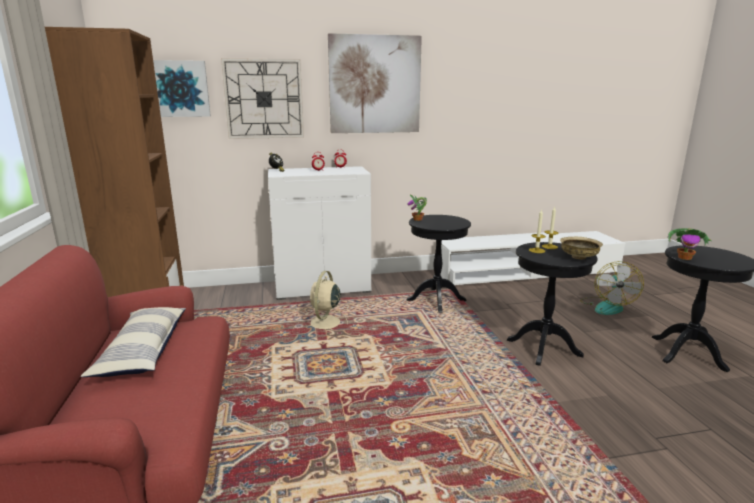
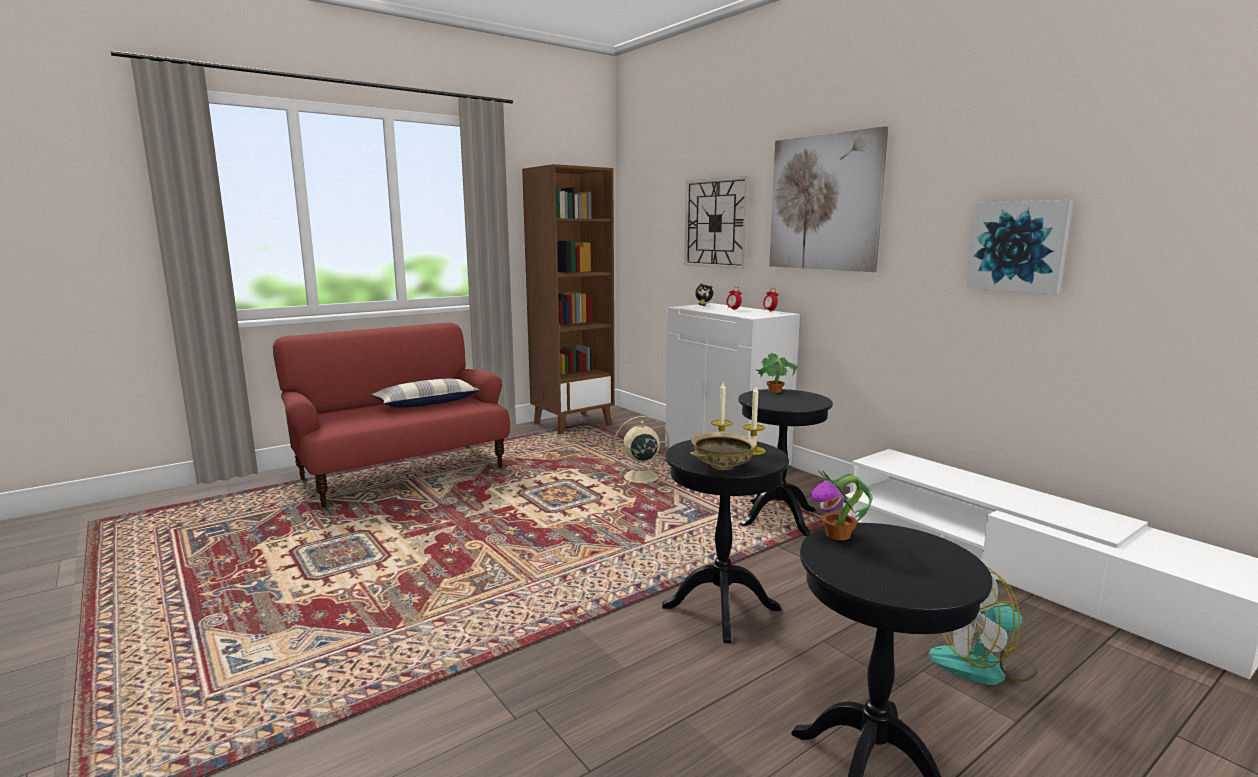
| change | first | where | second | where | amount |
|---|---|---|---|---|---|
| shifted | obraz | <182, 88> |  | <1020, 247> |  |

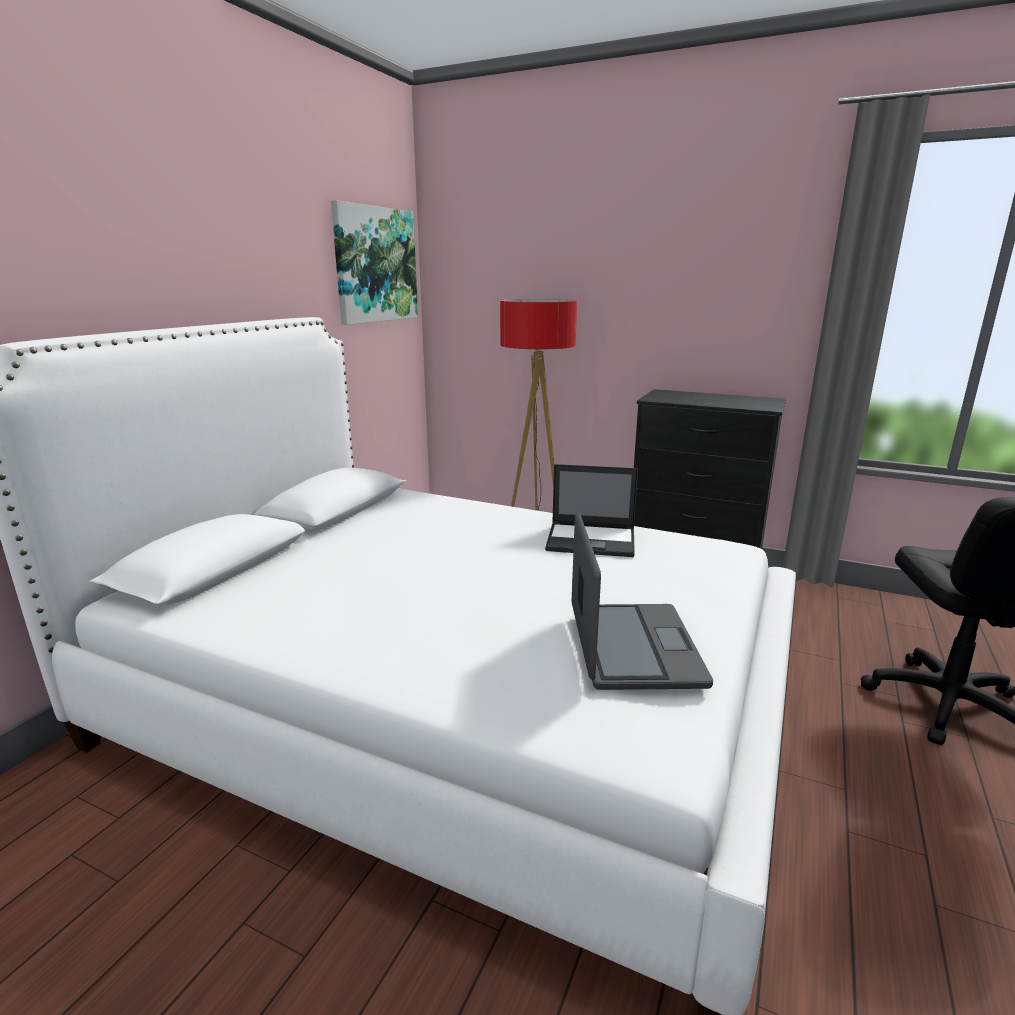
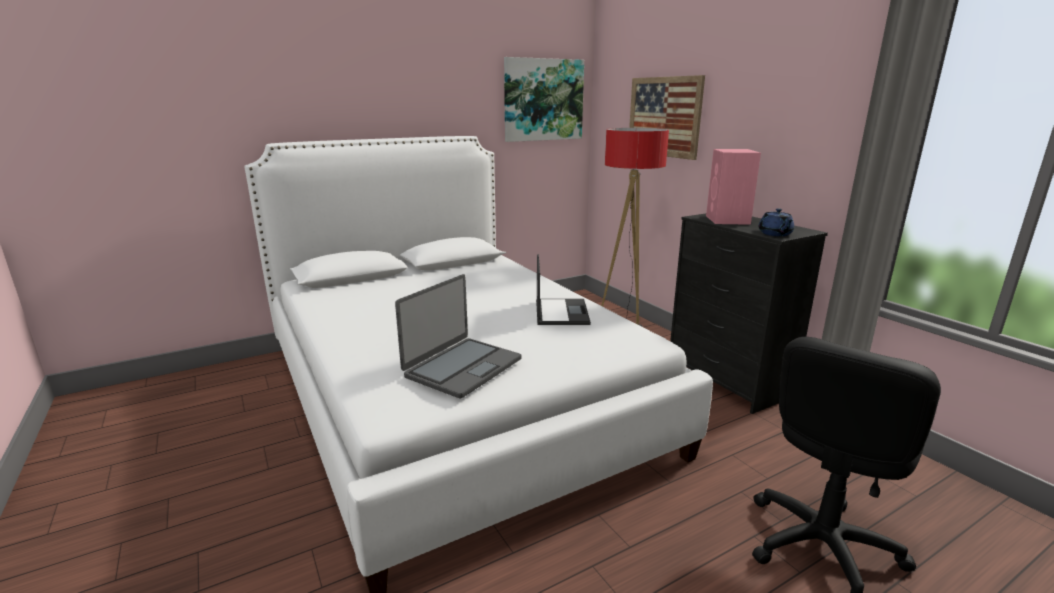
| change | first | where | second | where | amount |
|---|---|---|---|---|---|
| new |  |  | obraz | <667, 117> |  |
| new |  |  | głośnik/różowy | <733, 187> |  |
| new |  |  | imbryk/niebieski | <776, 222> |  |
| rotated | laptop | <591, 510> |  | <563, 289> | 135 degrees counterclockwise |

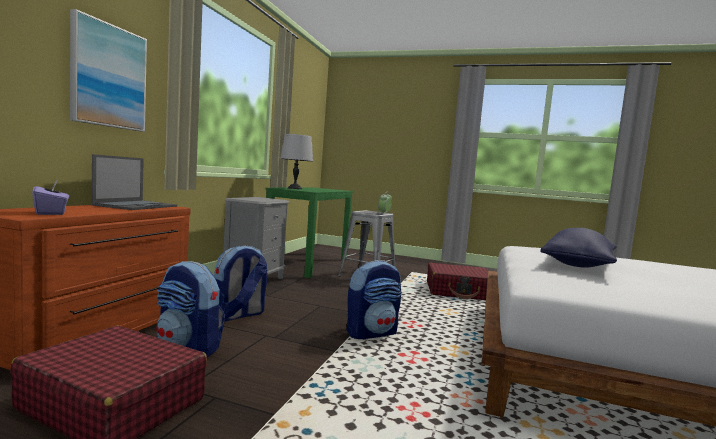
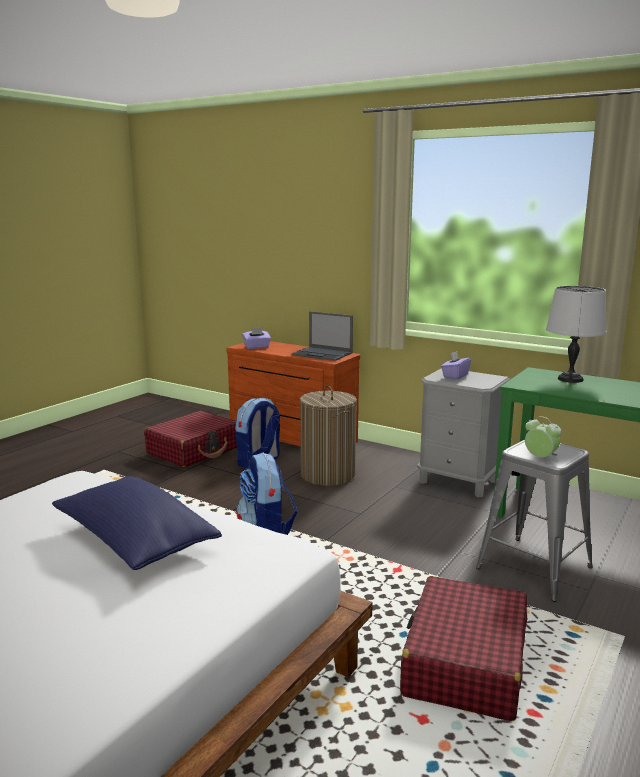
| change | first | where | second | where | amount |
|---|---|---|---|---|---|
| gone | obraz | <108, 70> |  |  |  |
| new |  |  | pudełko chusteczek/fioletowy | <456, 365> |  |
| swapped | plecak | <240, 283> | kosz na pranie | <328, 436> |  |

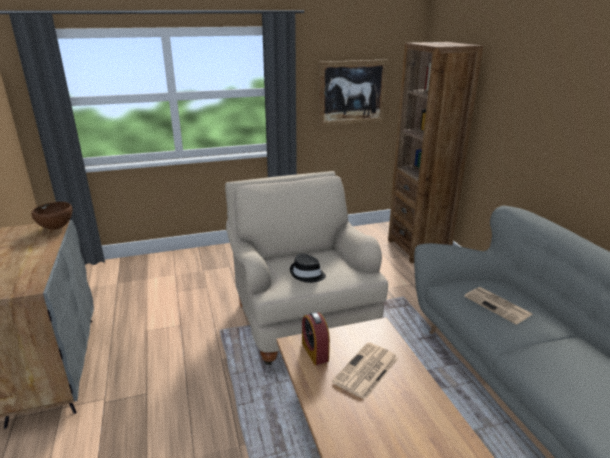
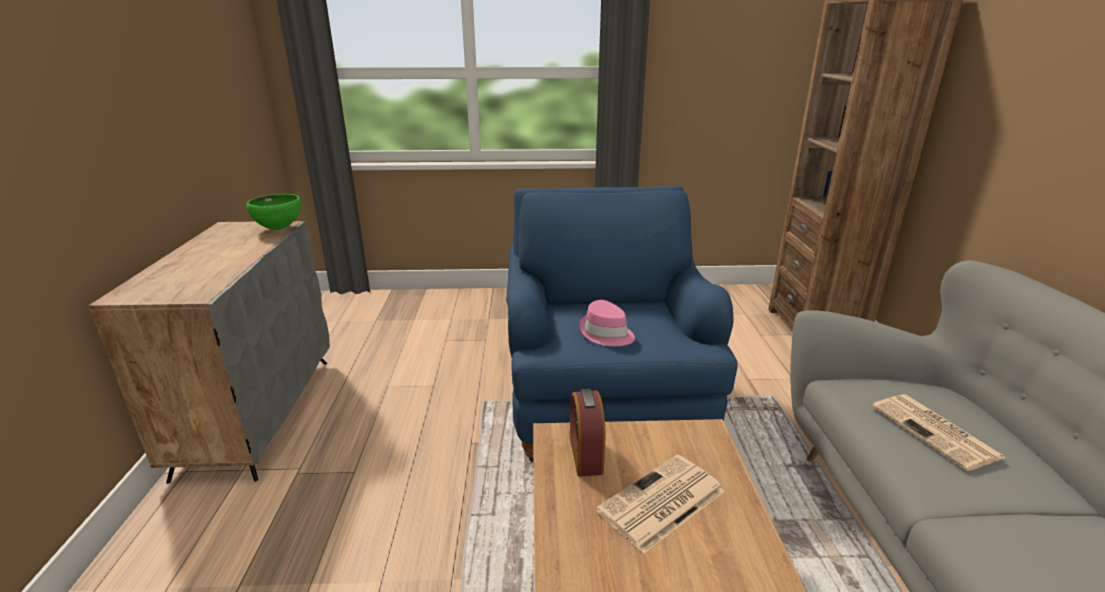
| change | first | where | second | where | amount |
|---|---|---|---|---|---|
| gone | obraz | <353, 93> |  |  |  |
| repainted | miska/brązowy | <52, 216> | miska/zielony | <273, 212> |  |
| repainted | fotel/beżowy | <306, 268> | fotel/niebieski | <622, 324> |  |
| repainted | kapelusz/czarny | <308, 268> | kapelusz/różowy | <607, 323> |  |

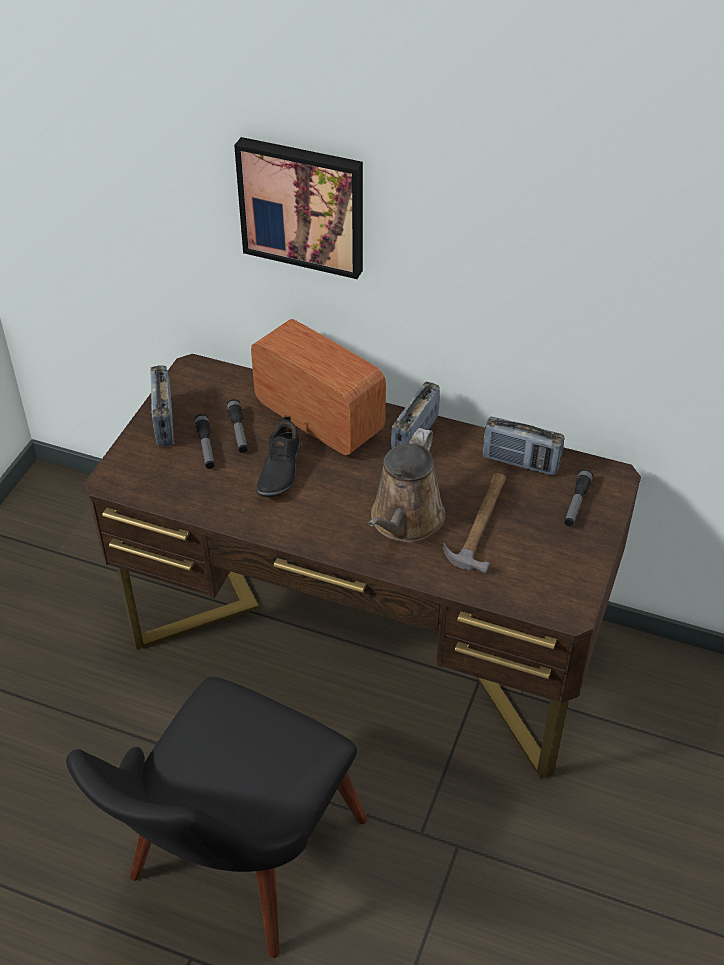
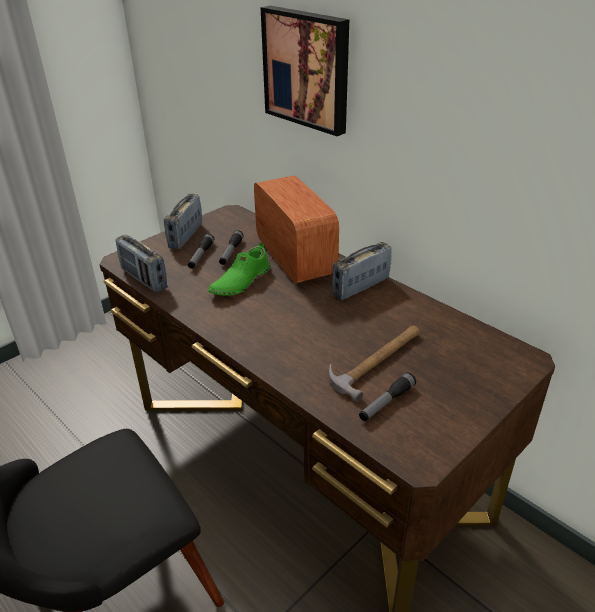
| change | first | where | second | where | amount |
|---|---|---|---|---|---|
| gone | konewka/brązowy | <406, 485> |  |  |  |
| shifted | radio | <523, 446> |  | <141, 263> |  |
| shifted | latarka | <578, 497> |  | <387, 396> |  |
| repainted | but/czarny | <278, 456> | but/zielony | <239, 269> |  |

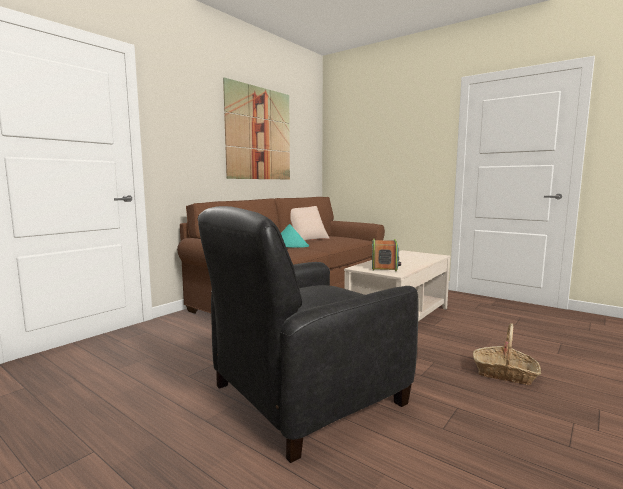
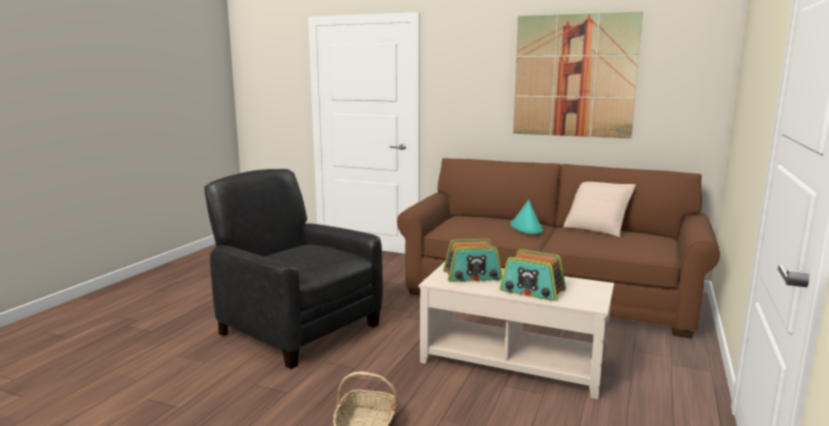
| change | first | where | second | where | amount |
|---|---|---|---|---|---|
| new |  |  | radio | <533, 275> |  |

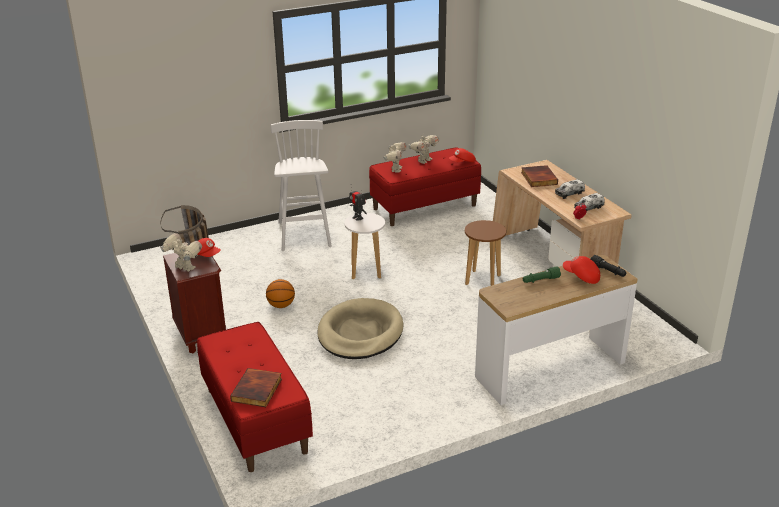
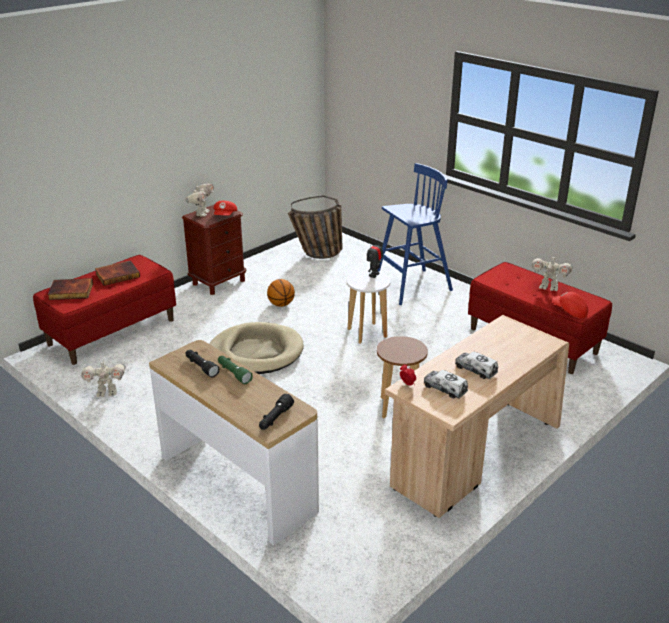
| change | first | where | second | where | amount |
|---|---|---|---|---|---|
| gone | czapka z daszkiem/czerwony | <581, 270> |  |  |  |
| new |  |  | latarka/czarny | <202, 364> |  |
| shifted | robot zabawkowy | <395, 157> |  | <103, 378> |  |
| shifted | książka | <539, 176> |  | <117, 273> |  |
| repainted | stołek/biały | <301, 185> | stołek/niebieski | <415, 234> |  |

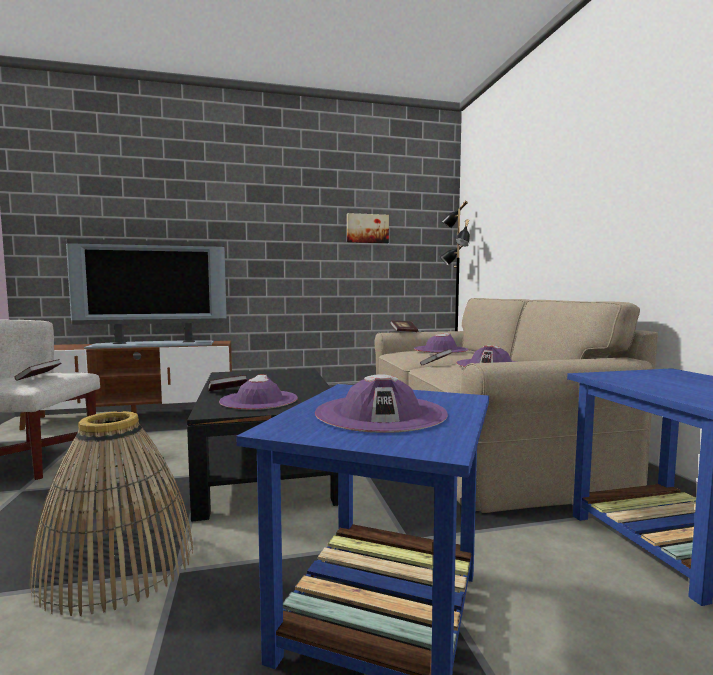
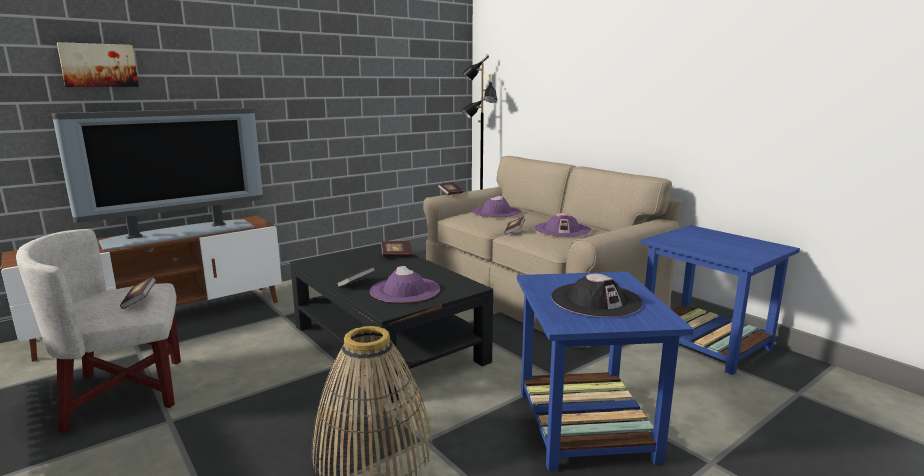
| change | first | where | second | where | amount |
|---|---|---|---|---|---|
| new |  |  | książka | <397, 249> |  |
| shifted | obraz | <368, 228> |  | <98, 64> |  |
| repainted | kapelusz/fioletowy | <381, 403> | kapelusz/czarny | <597, 295> |  |

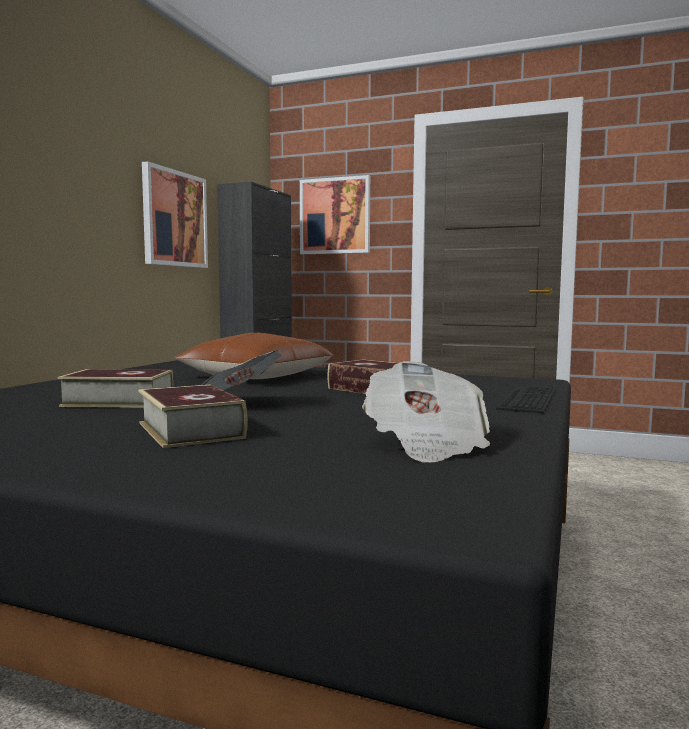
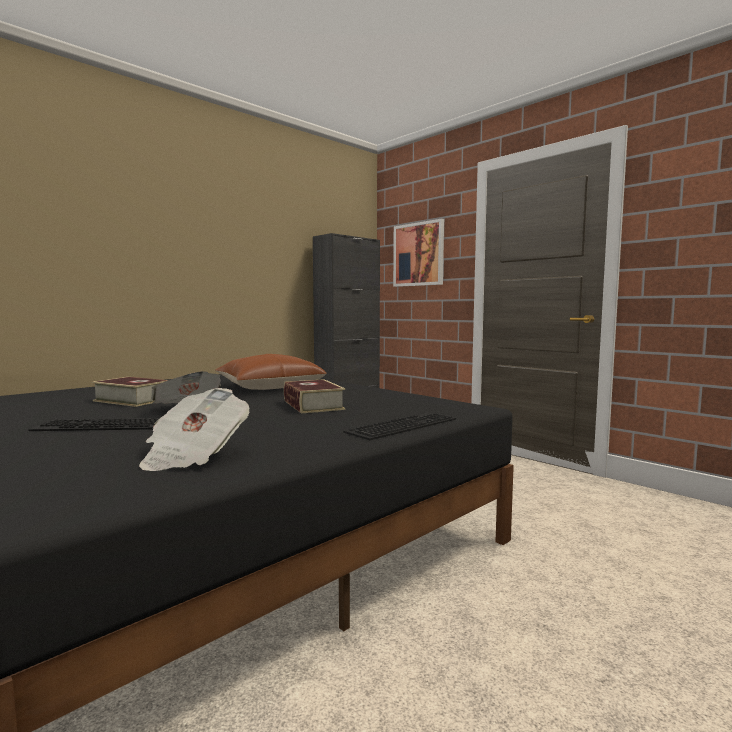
| change | first | where | second | where | amount |
|---|---|---|---|---|---|
| gone | obraz | <175, 214> |  |  |  |
| swapped | książka | <193, 416> | klawiatura | <94, 424> |  |

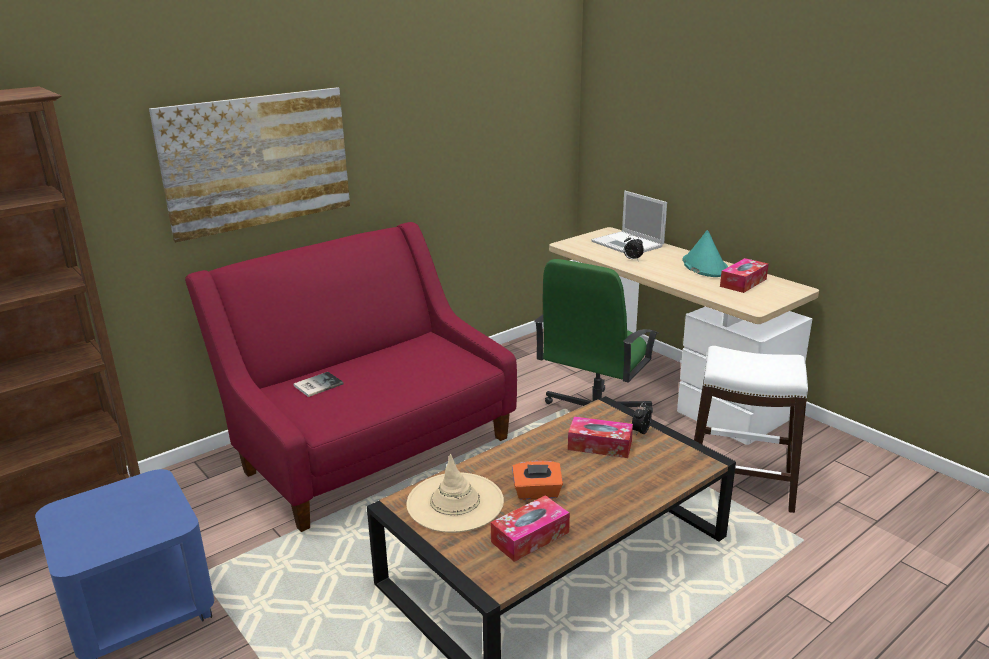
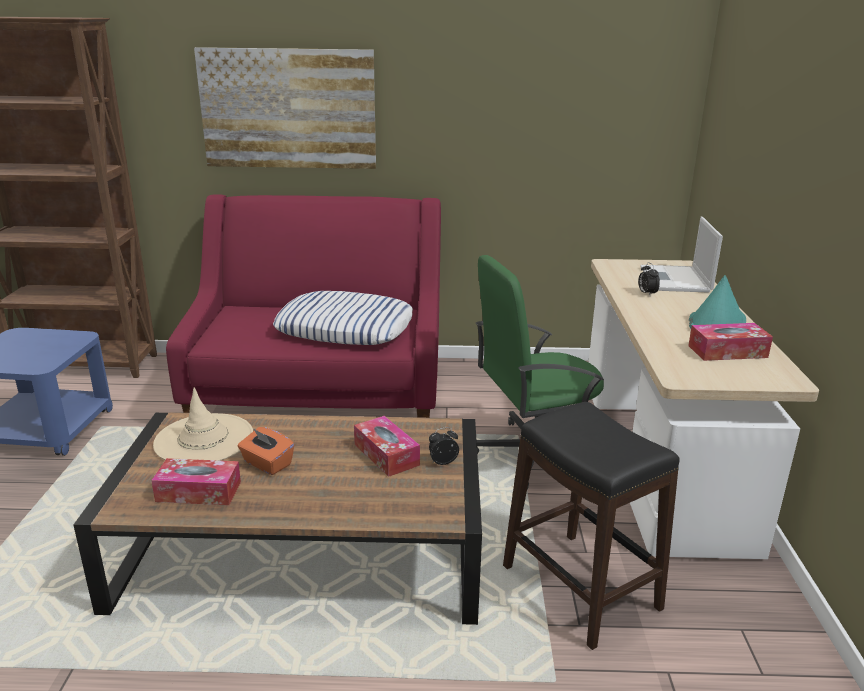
| change | first | where | second | where | amount |
|---|---|---|---|---|---|
| gone | książka | <318, 384> |  |  |  |
| new |  |  | poduszka | <343, 318> |  |
| repainted | stołek/biały | <751, 429> | stołek/czarny | <591, 526> |  |

